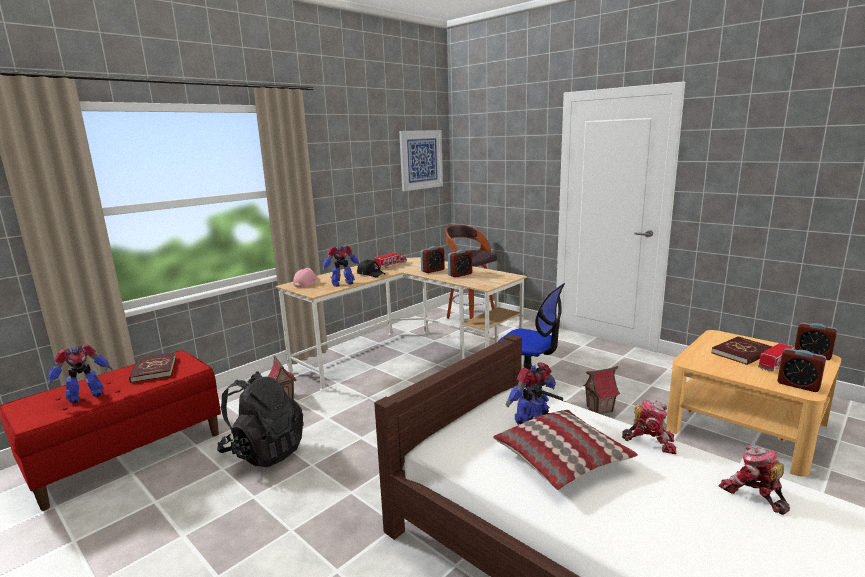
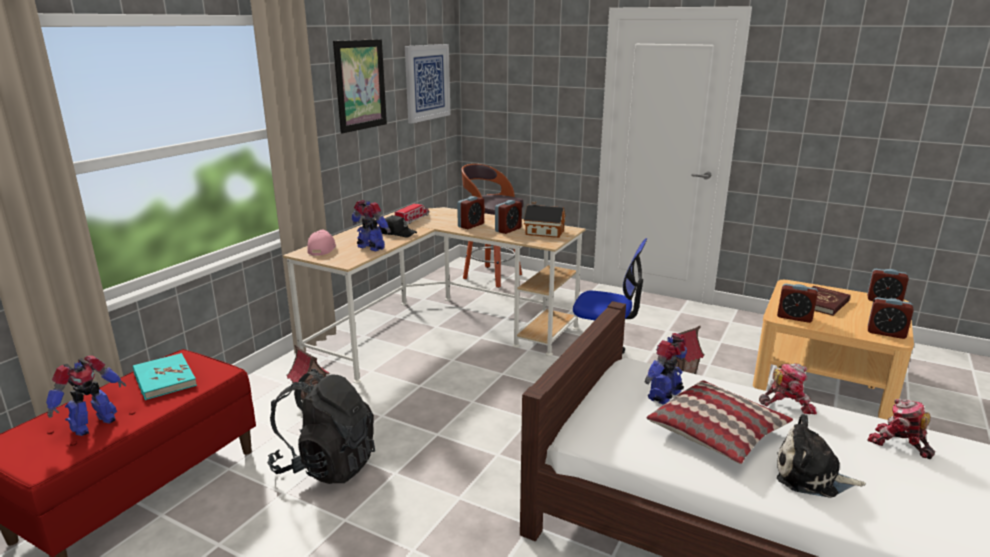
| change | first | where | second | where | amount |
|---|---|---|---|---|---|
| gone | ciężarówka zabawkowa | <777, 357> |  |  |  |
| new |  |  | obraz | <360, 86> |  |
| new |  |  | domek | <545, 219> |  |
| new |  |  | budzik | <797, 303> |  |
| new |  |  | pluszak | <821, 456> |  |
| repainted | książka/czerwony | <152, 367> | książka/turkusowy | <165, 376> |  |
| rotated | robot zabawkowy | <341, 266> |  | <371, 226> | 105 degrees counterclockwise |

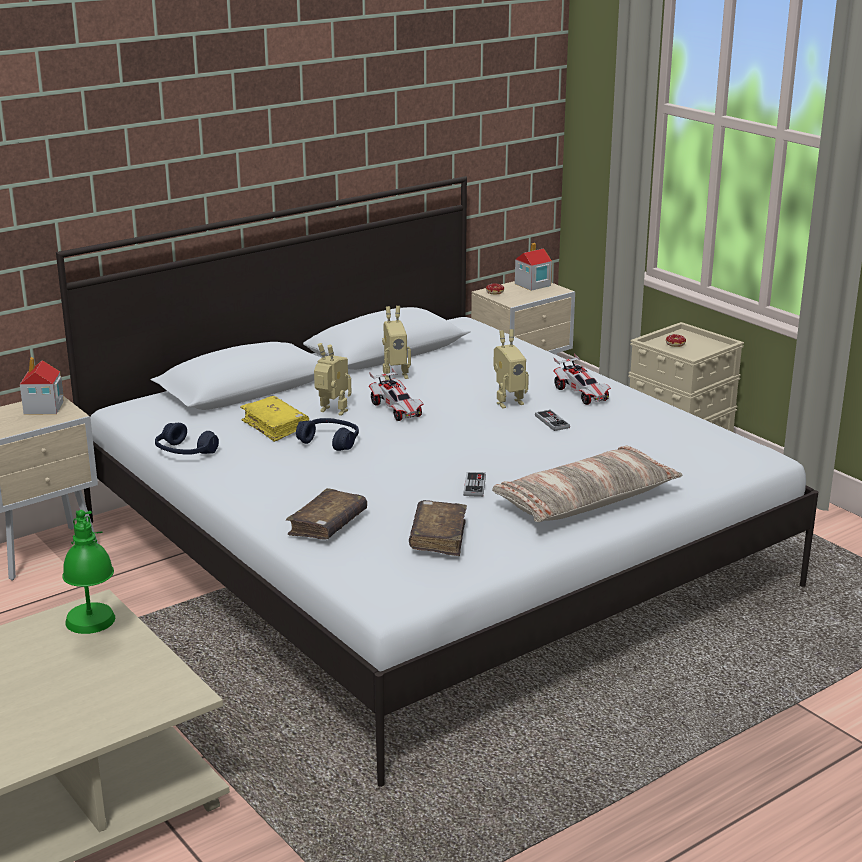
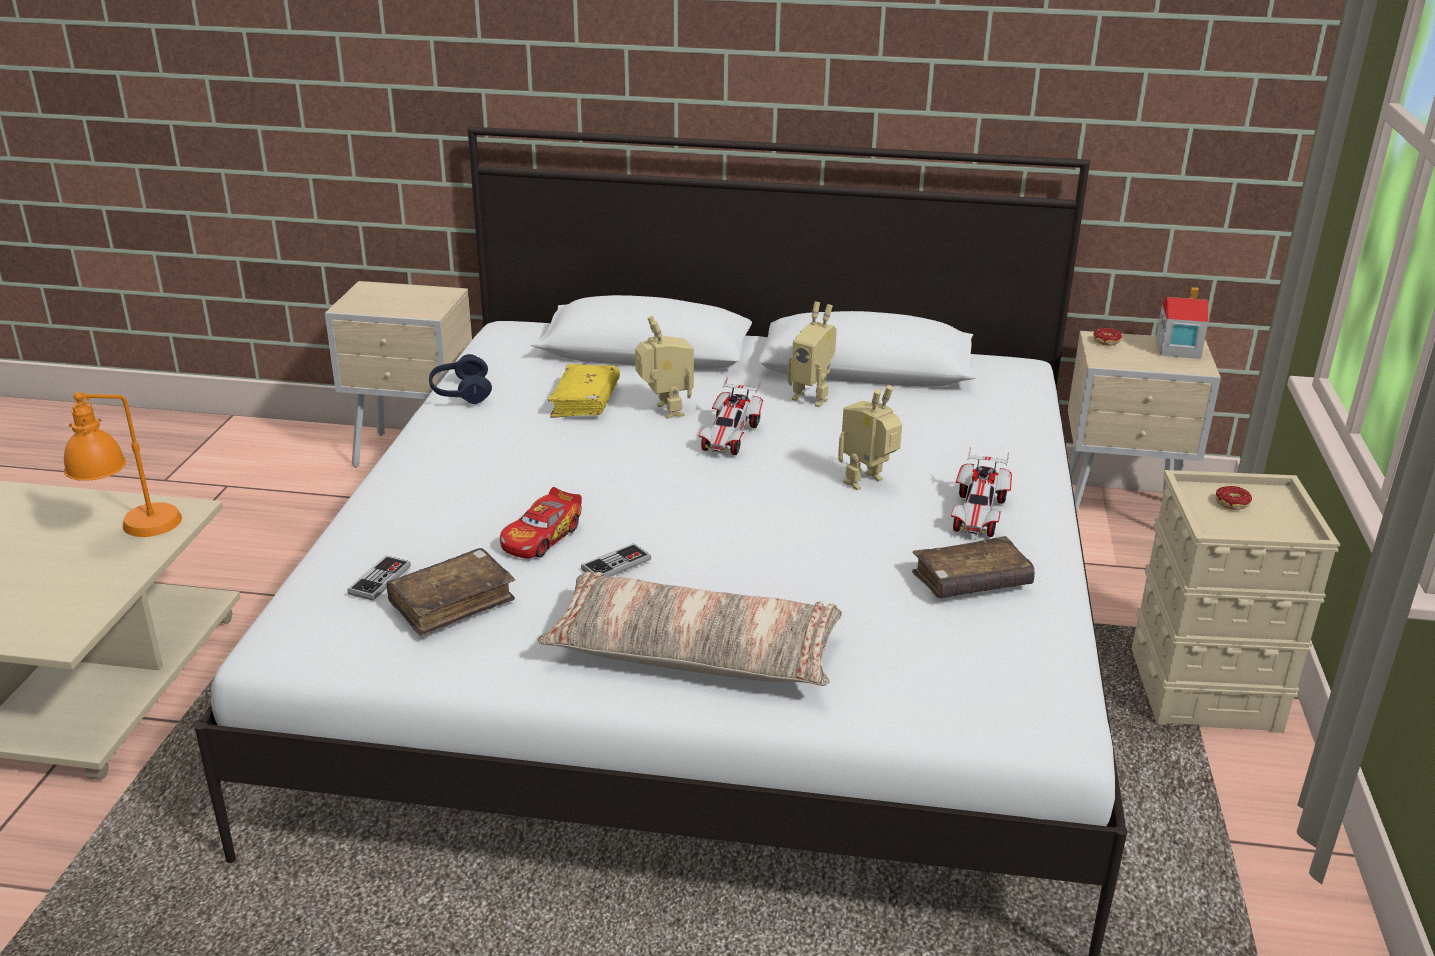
| change | first | where | second | where | amount |
|---|---|---|---|---|---|
| gone | domek | <42, 386> |  |  |  |
| gone | słuchawki/niebieski | <327, 434> |  |  |  |
| new |  |  | samochodzik | <541, 522> |  |
| shifted | książka/brązowy | <326, 514> |  | <973, 567> |  |
| shifted | pad do gier | <552, 420> |  | <379, 578> |  |
| repainted | lampa stołowa/zielony | <88, 572> | lampa stołowa/pomarańczowy | <123, 464> |  |
| rotated | robot zabawkowy | <511, 368> |  | <870, 437> | 120 degrees clockwise |

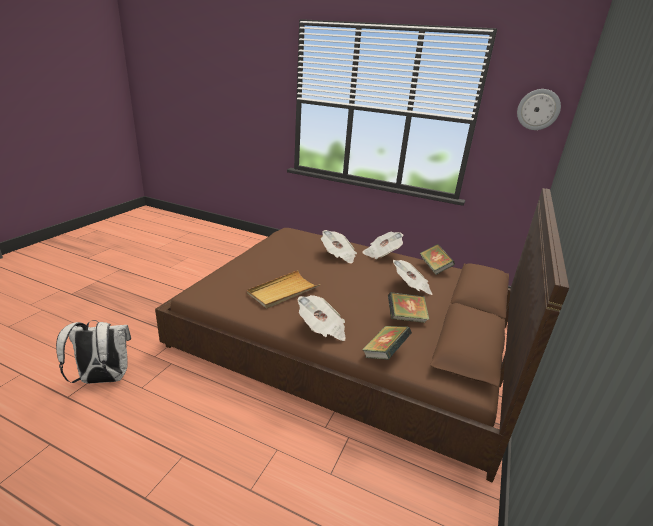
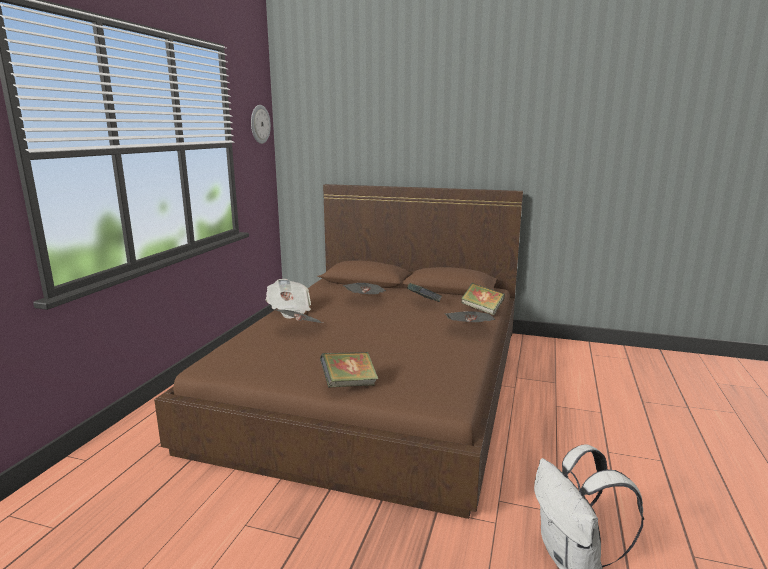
| change | first | where | second | where | amount |
|---|---|---|---|---|---|
| gone | taca/beżowy | <283, 289> |  |  |  |
| shifted | książka | <437, 259> |  | <349, 369> |  |

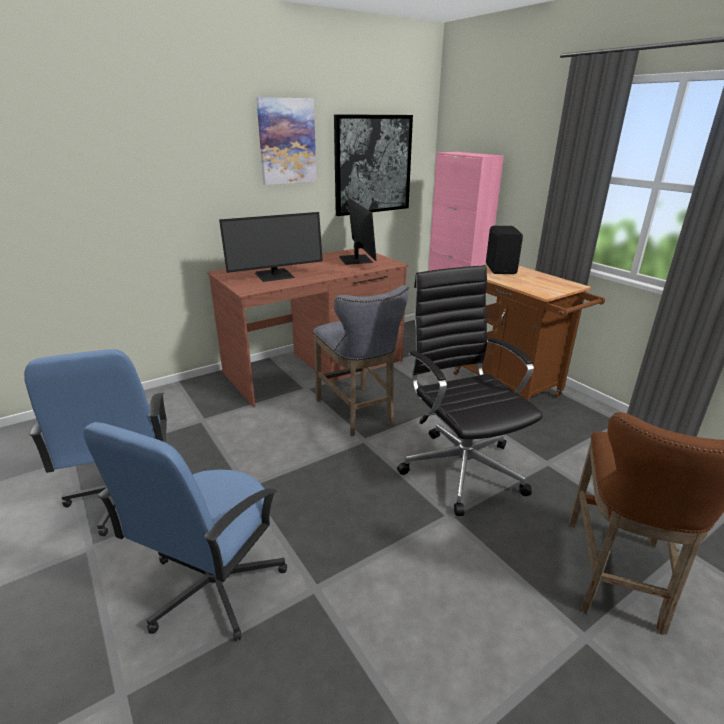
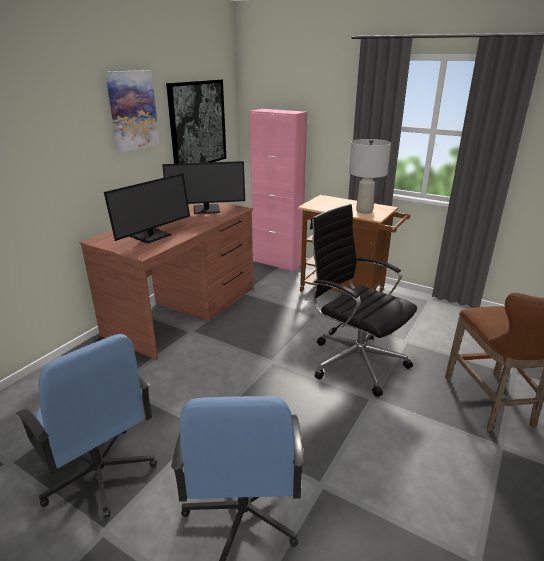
| change | first | where | second | where | amount |
|---|---|---|---|---|---|
| gone | stołek/szary | <361, 360> |  |  |  |
| gone | głośnik/czarny | <504, 250> |  |  |  |
| new |  |  | lampa stołowa/szary | <370, 176> |  |
| rotated | monitor | <357, 231> |  | <203, 187> | 120 degrees clockwise |

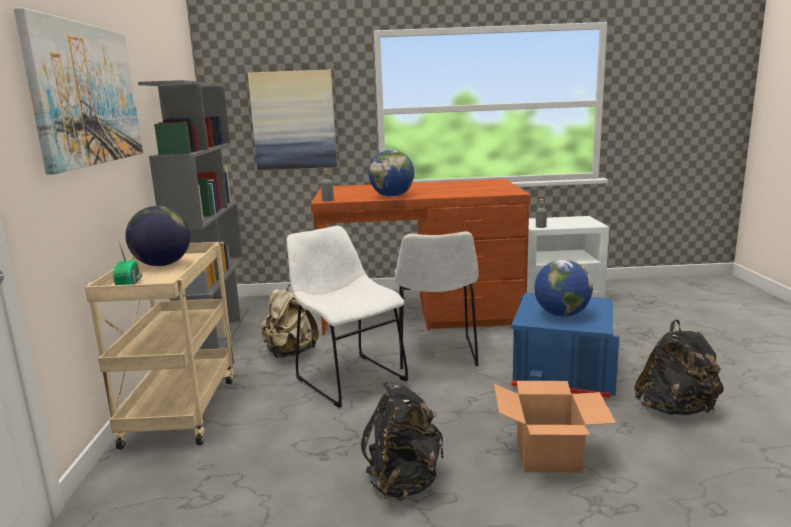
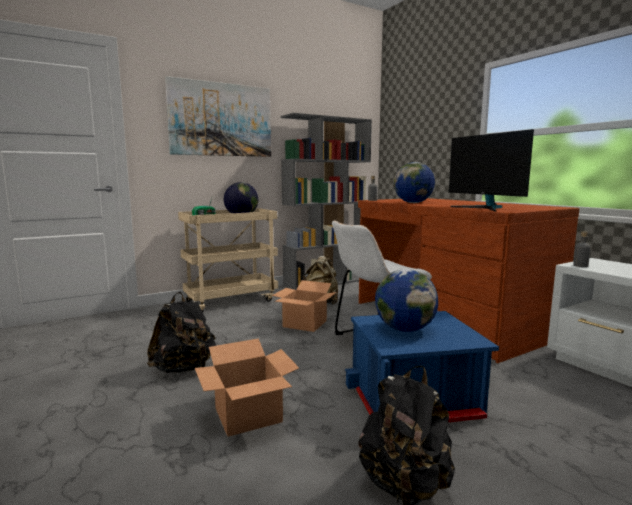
| change | first | where | second | where | amount |
|---|---|---|---|---|---|
| gone | obraz | <292, 120> |  |  |  |
| new |  |  | monitor | <491, 170> |  |
| swapped | krzesło/biały | <347, 317> | karton | <304, 306> |  |

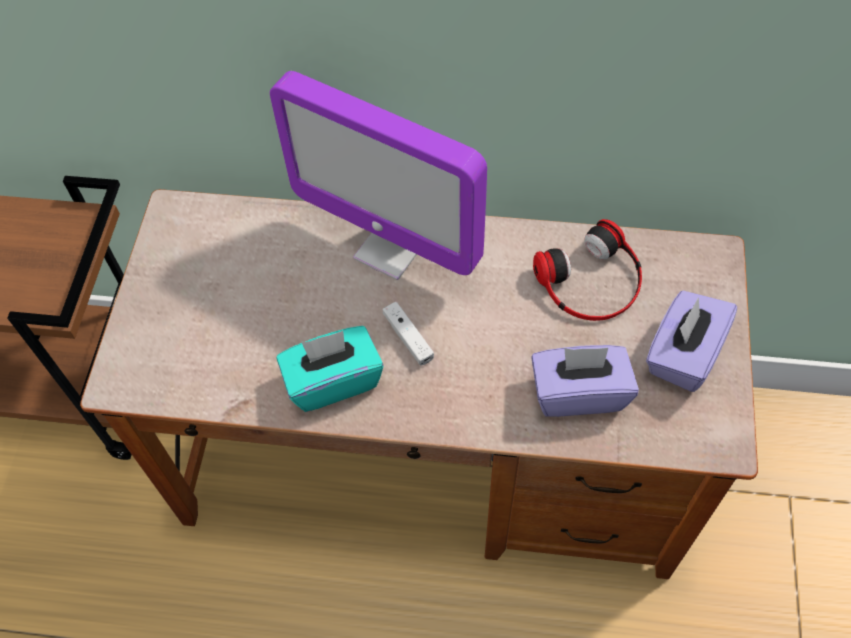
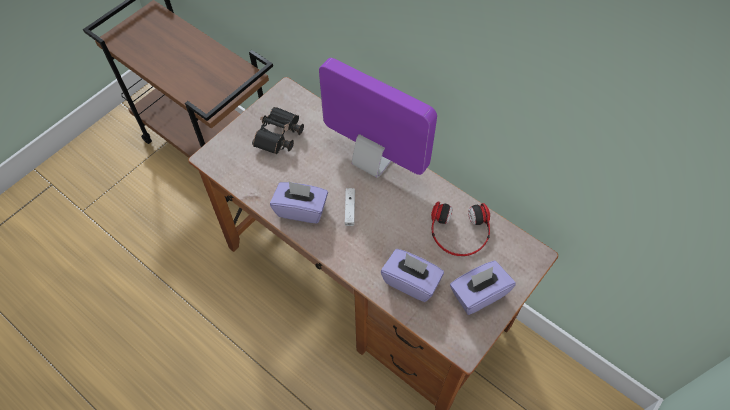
| change | first | where | second | where | amount |
|---|---|---|---|---|---|
| new |  |  | lornetka/czarny | <278, 130> |  |
| repainted | pudełko chusteczek/turkusowy | <330, 369> | pudełko chusteczek/fioletowy | <299, 202> |  |
| rotated | monitor | <378, 175> |  | <378, 118> | 150 degrees clockwise |

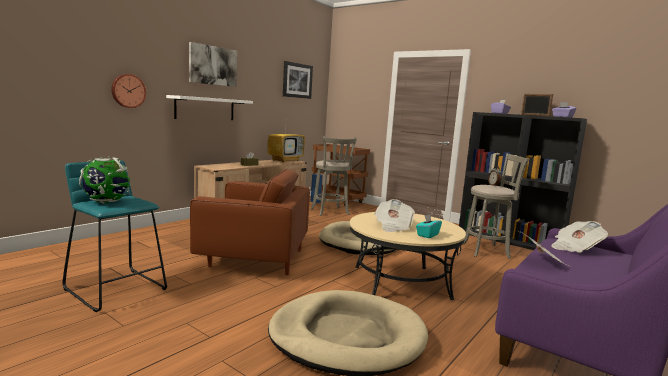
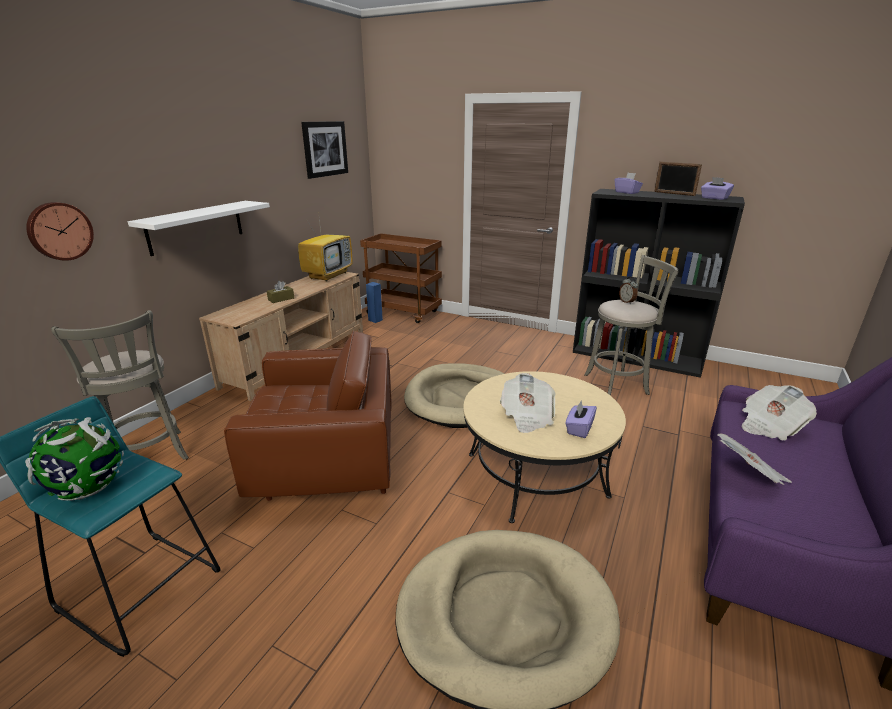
| change | first | where | second | where | amount |
|---|---|---|---|---|---|
| gone | obraz | <213, 64> |  |  |  |
| shifted | stołek/szary | <334, 176> |  | <120, 385> |  |
| repainted | pudełko chusteczek/turkusowy | <429, 226> | pudełko chusteczek/fioletowy | <581, 419> |  |

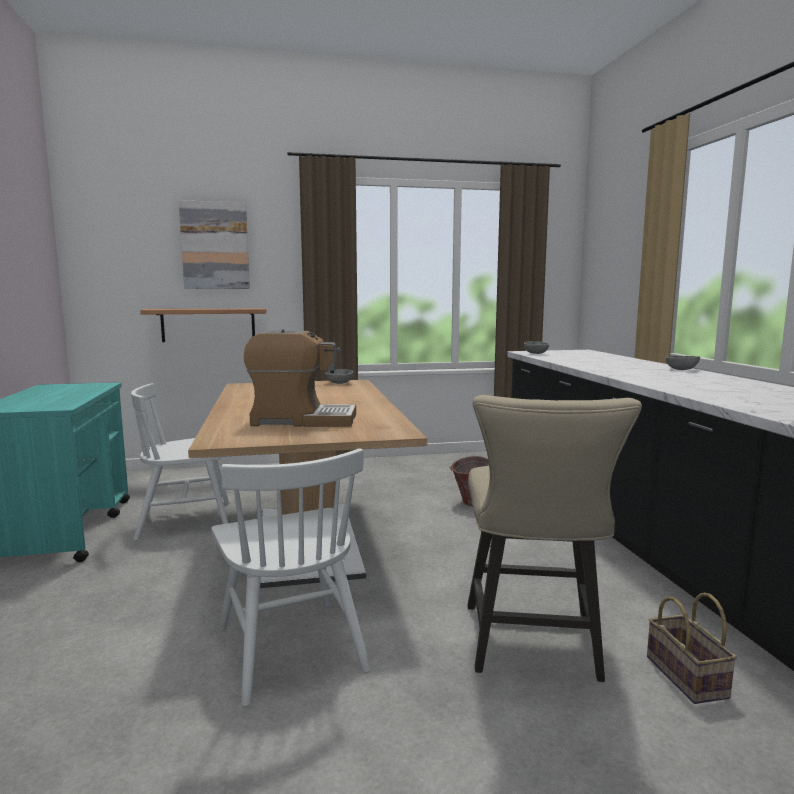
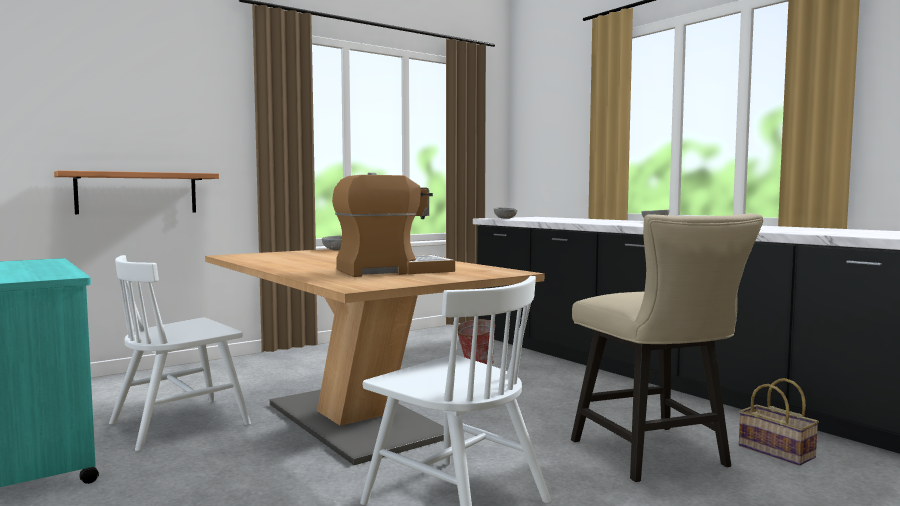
| change | first | where | second | where | amount |
|---|---|---|---|---|---|
| gone | obraz | <214, 244> |  |  |  |

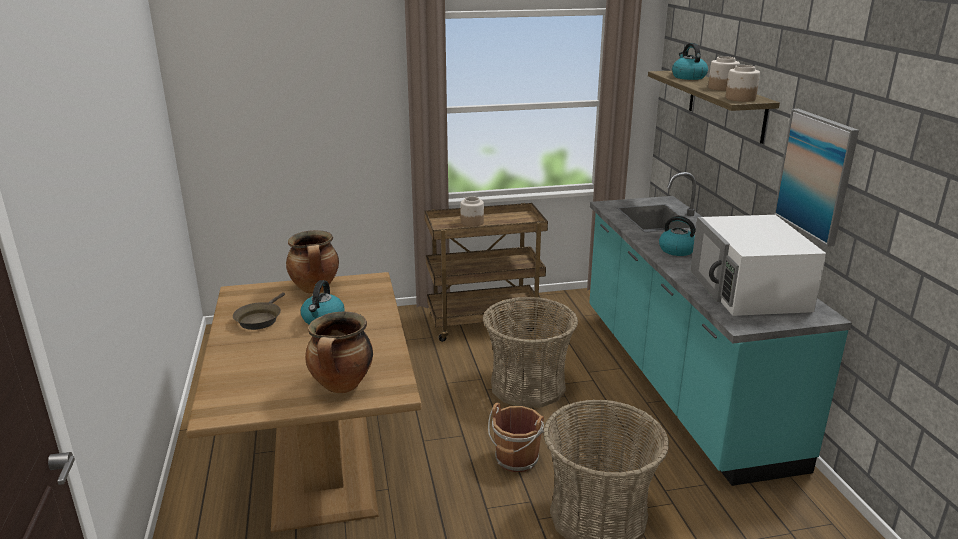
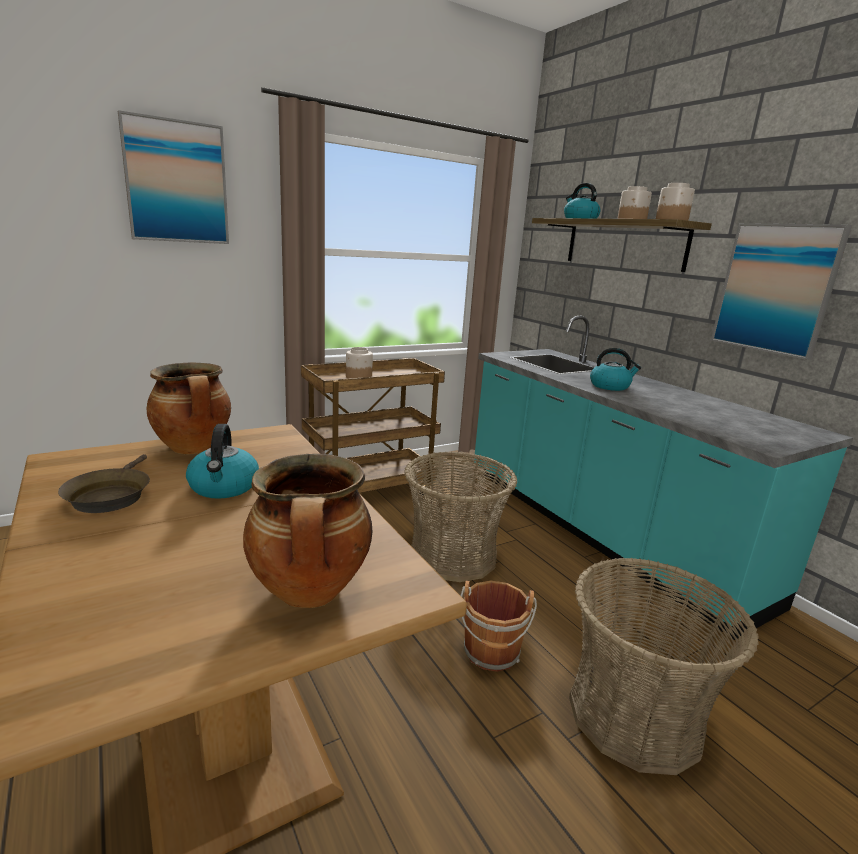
| change | first | where | second | where | amount |
|---|---|---|---|---|---|
| gone | mikrofalówka/biały | <758, 265> |  |  |  |
| new |  |  | obraz | <173, 177> |  |

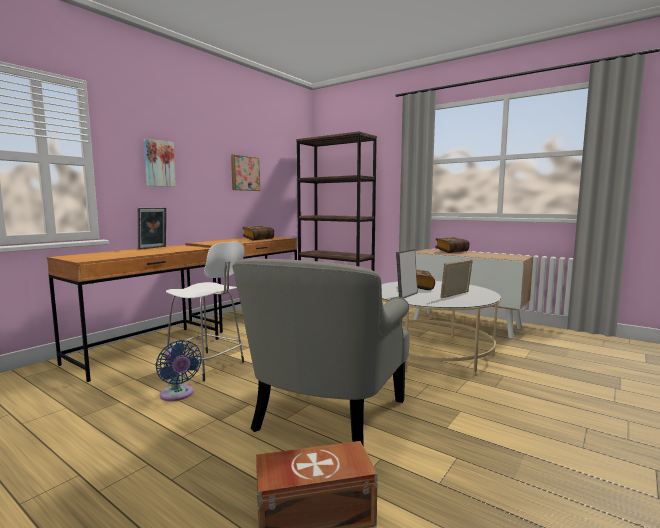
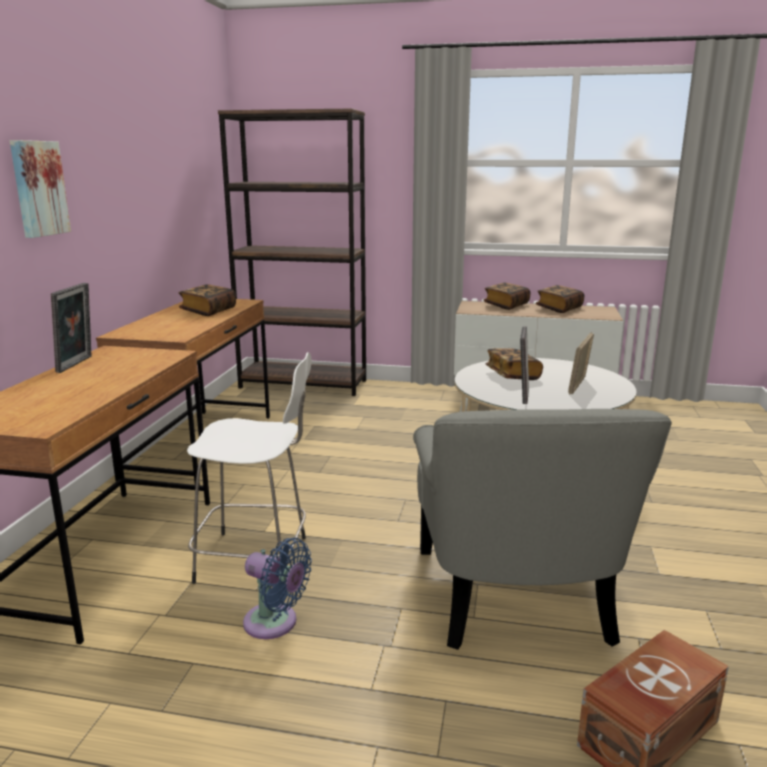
| change | first | where | second | where | amount |
|---|---|---|---|---|---|
| gone | obraz | <245, 172> |  |  |  |
| new |  |  | książka | <560, 299> |  |

